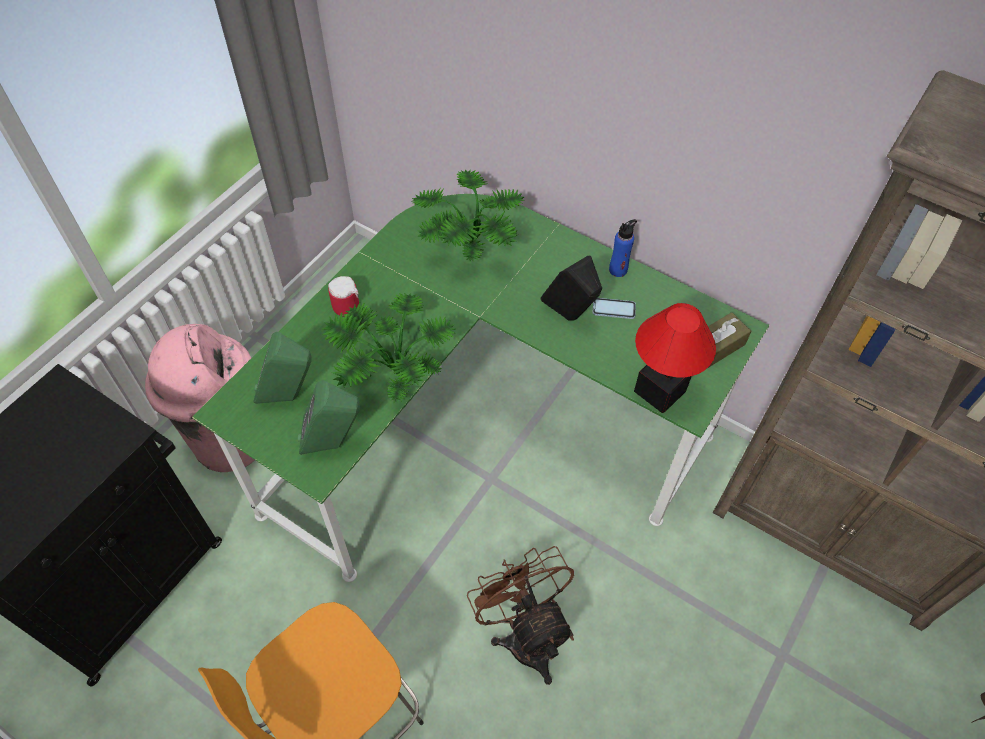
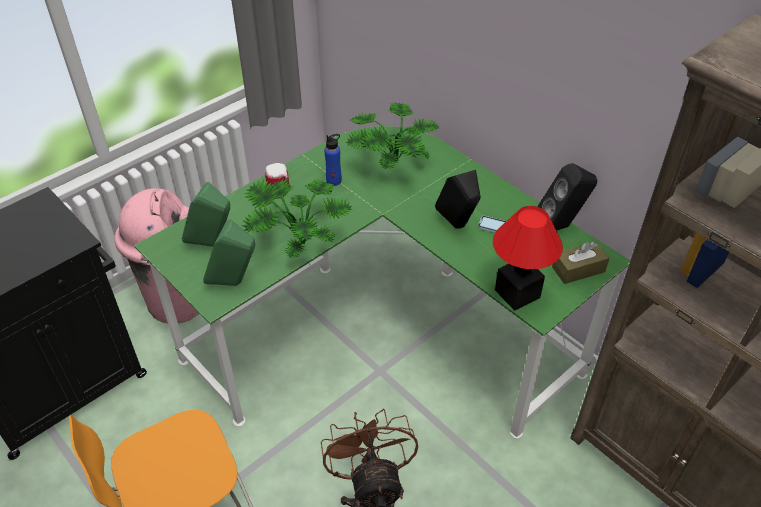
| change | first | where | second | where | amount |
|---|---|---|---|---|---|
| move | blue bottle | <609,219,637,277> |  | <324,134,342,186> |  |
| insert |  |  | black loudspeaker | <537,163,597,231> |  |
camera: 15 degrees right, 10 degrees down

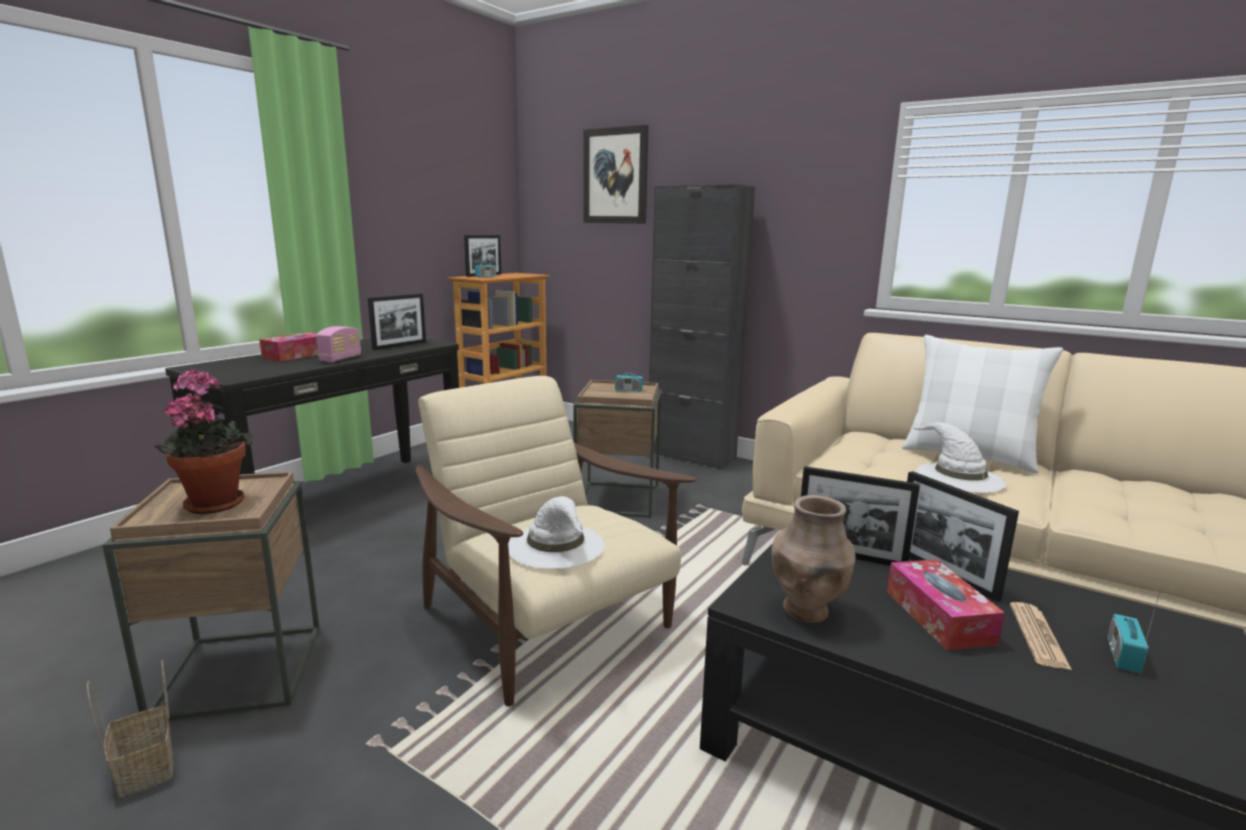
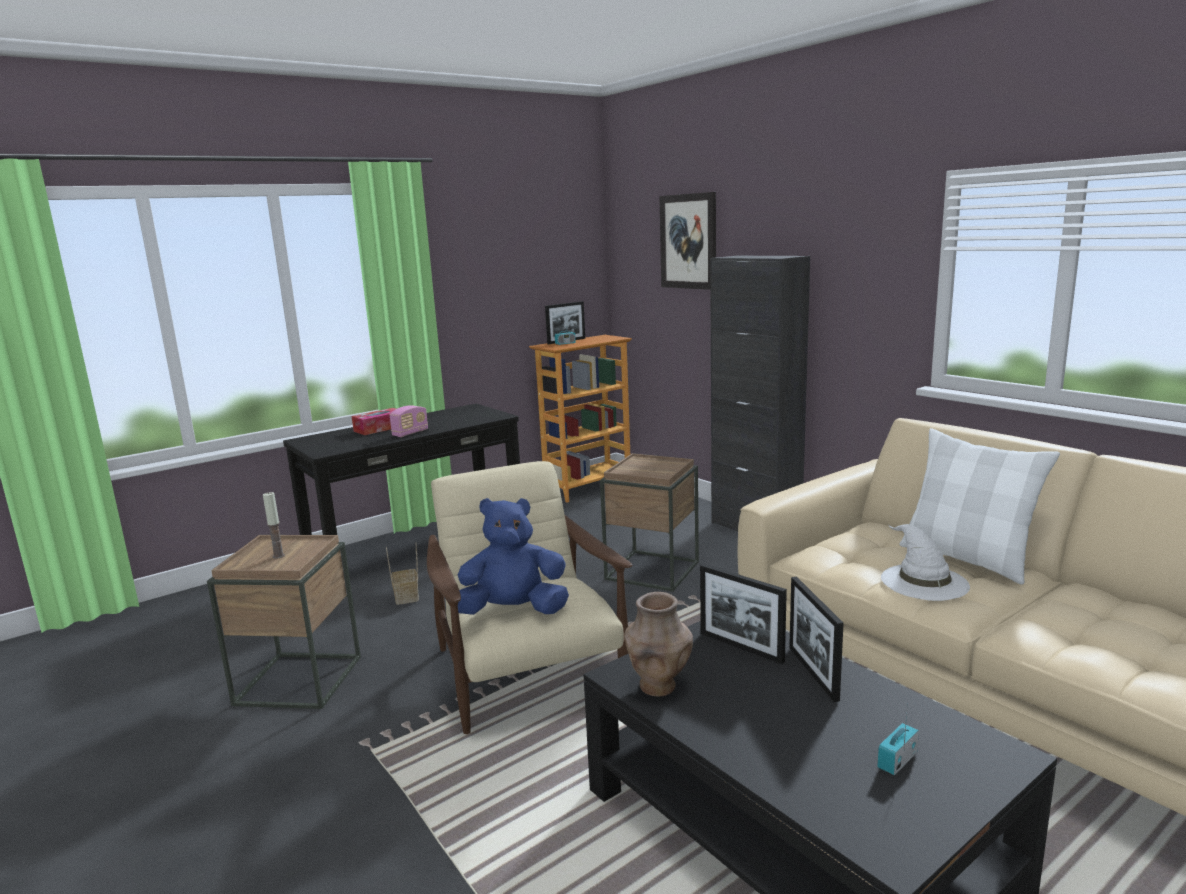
| change | first | where | second | where | amount |
|---|---|---|---|---|---|
| delete | photo frame | <368,294,426,350> |  |  |  |
| delete | radio | <615,351,643,392> |  |  |  |
| replace | plant in a pot | <155,369,253,514> | candle | <263,492,285,559> |  |
| replace | white clothing hat | <508,496,604,569> | blue soft toy | <458,498,569,615> |  |
| delete | tissue holder | <887,559,1005,650> |  |  |  |
| delete | newspaper | <1010,602,1072,670> |  |  |  |
| move | household basket | <87,659,173,797> |  | <386,544,419,605> |  |
camera: 20 degrees right, 0 degrees up

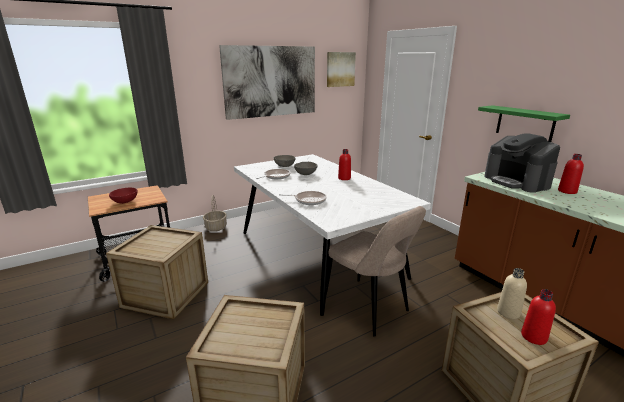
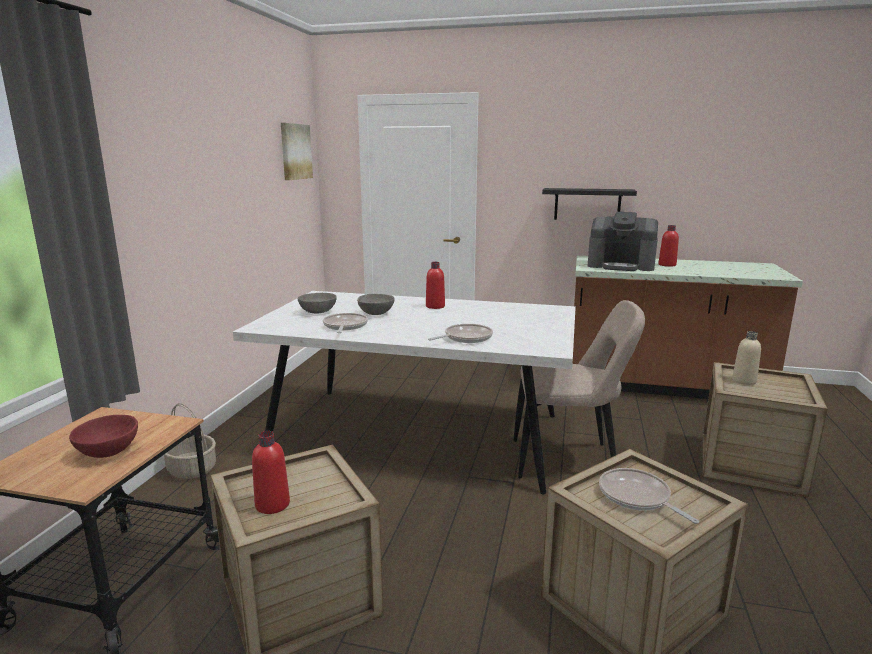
| change | first | where | second | where | amount |
|---|---|---|---|---|---|
| delete | picture | <219,45,315,120> |  |  |  |
| recolor | green-coloured shelf | <478,105,570,142> | black shelf | <542,188,637,220> |  |
| move | red bottle | <521,289,556,345> |  | <252,431,290,514> |  |
| insert |  |  | pan | <599,468,699,524> |  |
camera: 45 degrees left, 5 degrees down

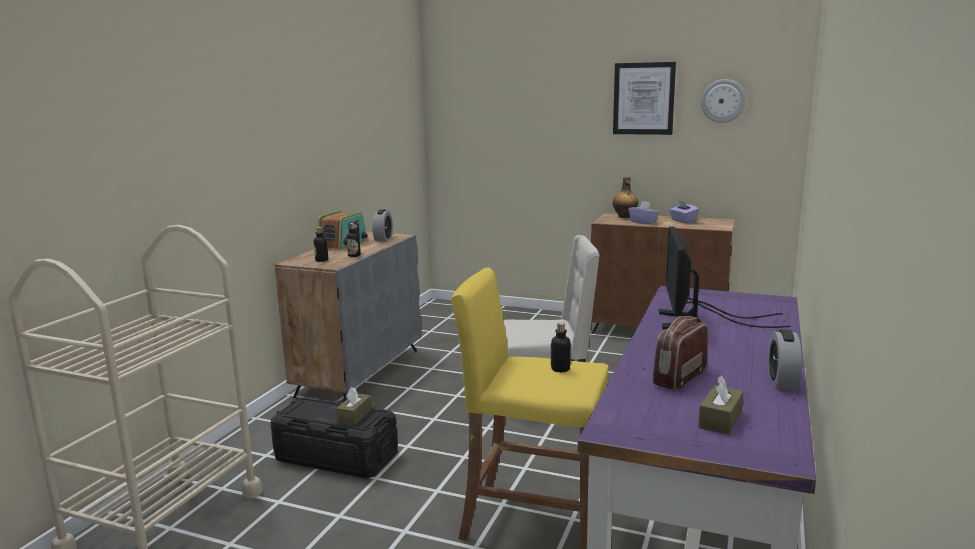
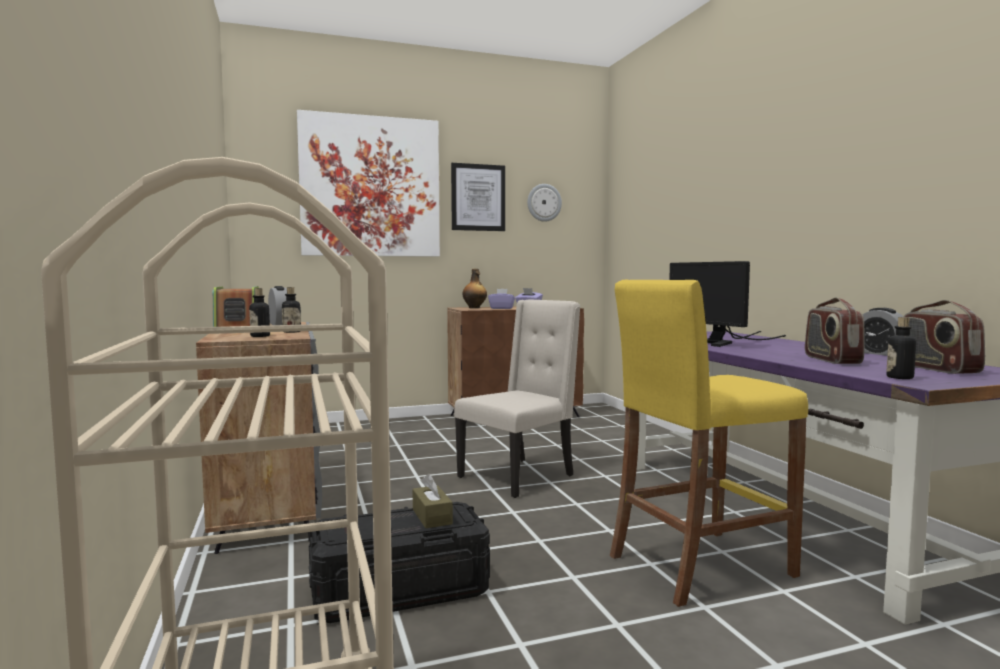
| change | first | where | second | where | amount |
|---|---|---|---|---|---|
| move | bottle | <551,322,571,372> |  | <886,317,916,379> |  |
| replace | brown-coloured tissue holder | <698,375,744,435> | radio | <904,300,985,374> |  |
| insert |  |  | picture | <297,110,440,257> |  |
camera: 40 degrees left, 10 degrees down

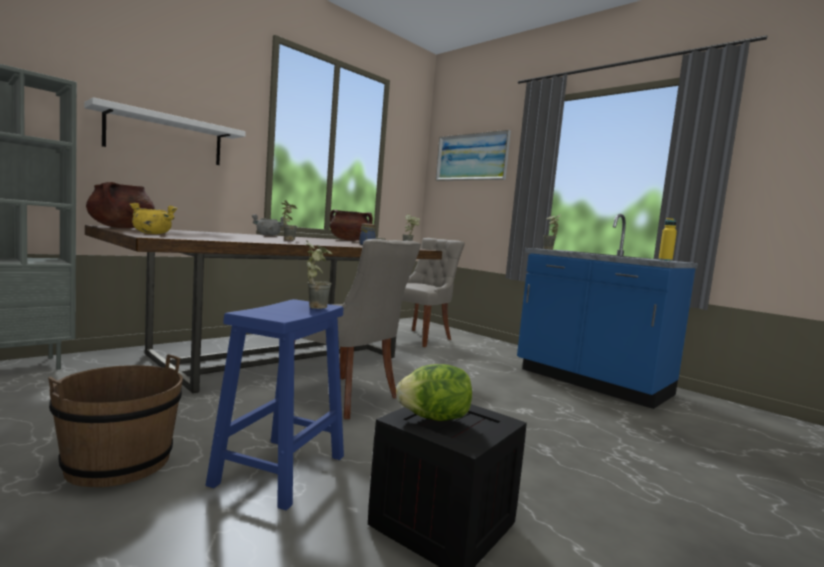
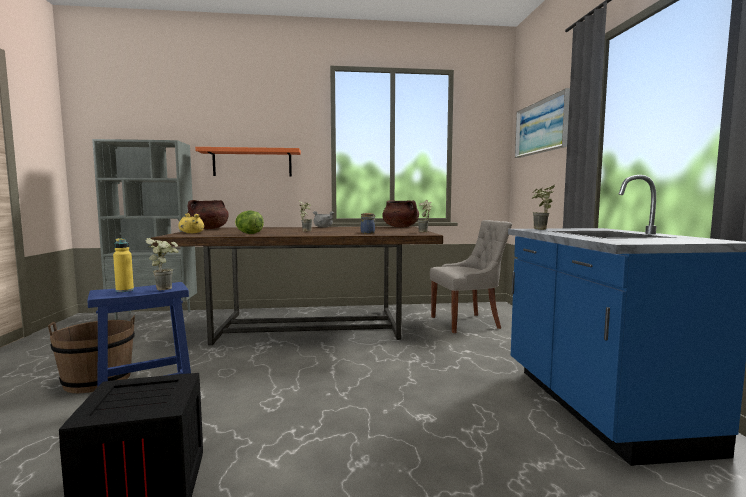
| change | first | where | second | where | amount |
|---|---|---|---|---|---|
| recolor | white shelf | <84,97,246,165> | orangey shelf | <195,147,301,176> |  |
| move | yellow bottle | <658,218,677,261> |  | <113,238,134,292> |  |
| delete | gray plain chair | <294,239,421,419> |  |  |  |
| move | head of lettuce | <396,364,472,421> |  | <235,210,264,234> |  |
camera: 40 degrees right, 0 degrees up

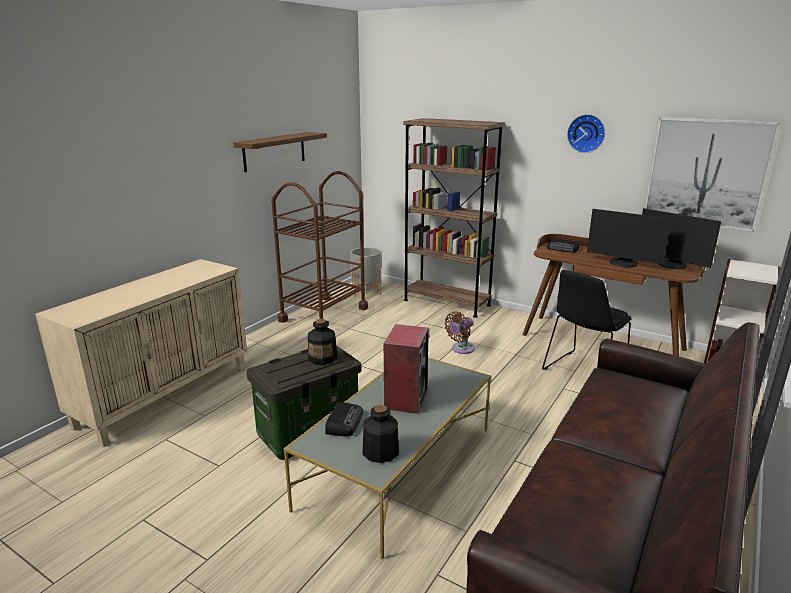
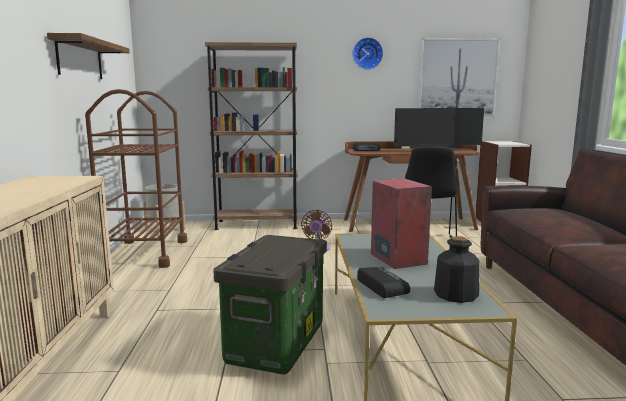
| change | first | where | second | where | amount |
|---|---|---|---|---|---|
| delete | bottle | <308,319,338,365> |  |  |  |
camera: 35 degrees left, 10 degrees down

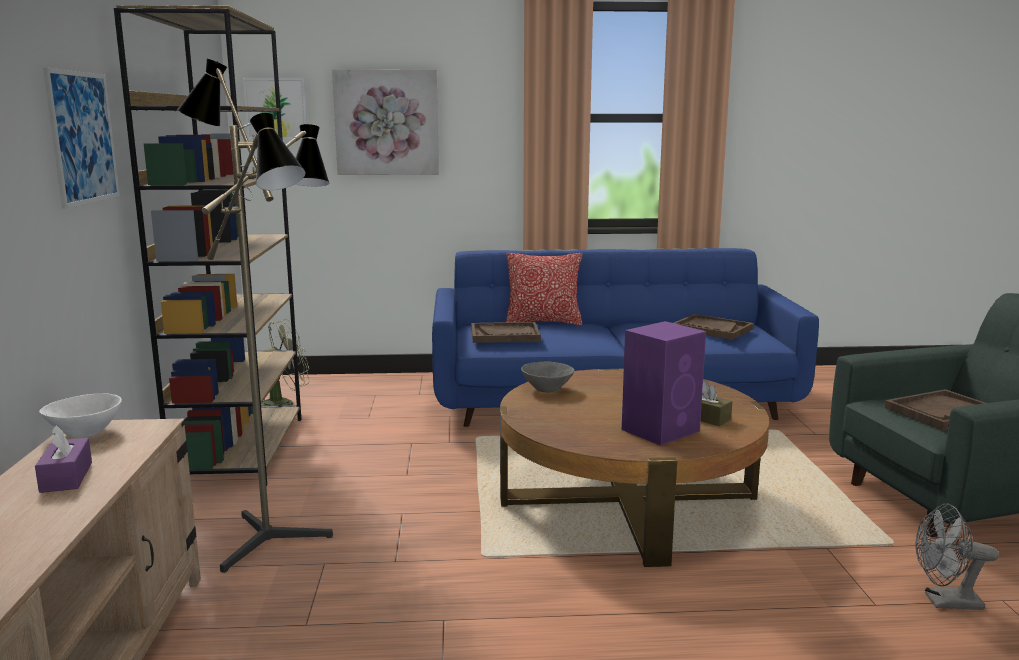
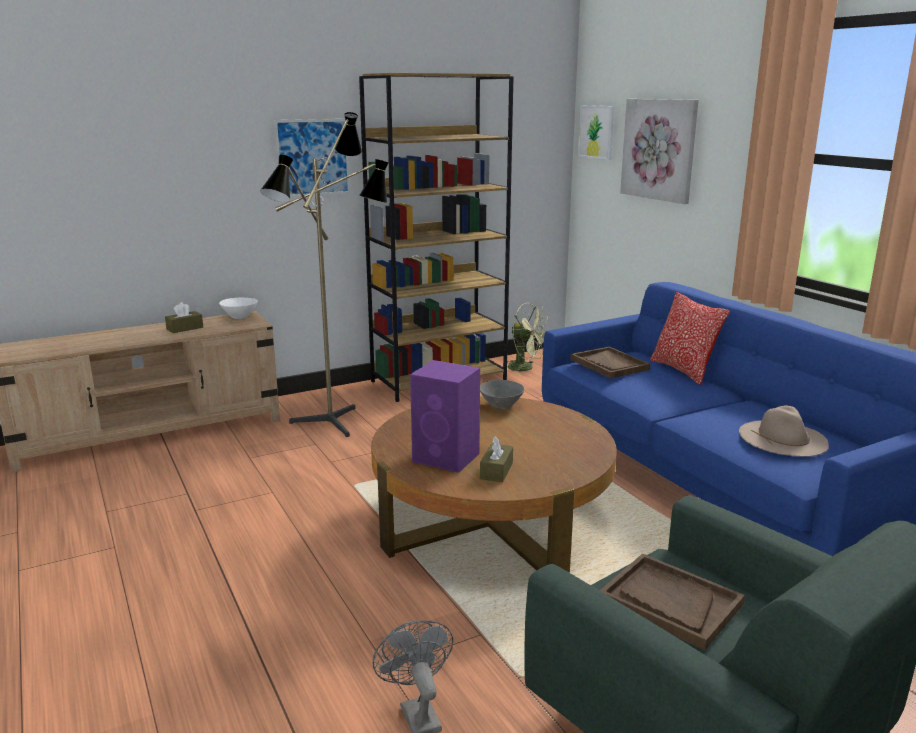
| change | first | where | second | where | amount |
|---|---|---|---|---|---|
| replace | brown-coloured serving tray | <674,314,754,340> | sand-coloured clothing hat | <739,406,829,457> |  |
| recolor | purple tissue holder | <35,425,92,493> | brown-coloured tissue holder | <165,302,203,333> |  |
camera: 65 degrees right, 5 degrees up

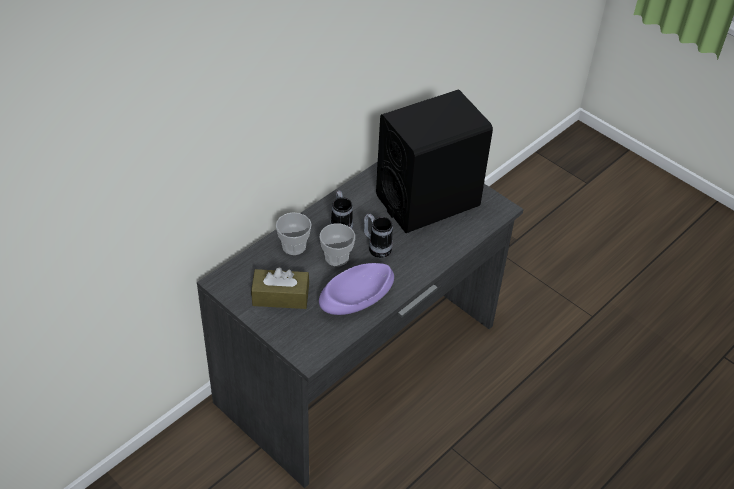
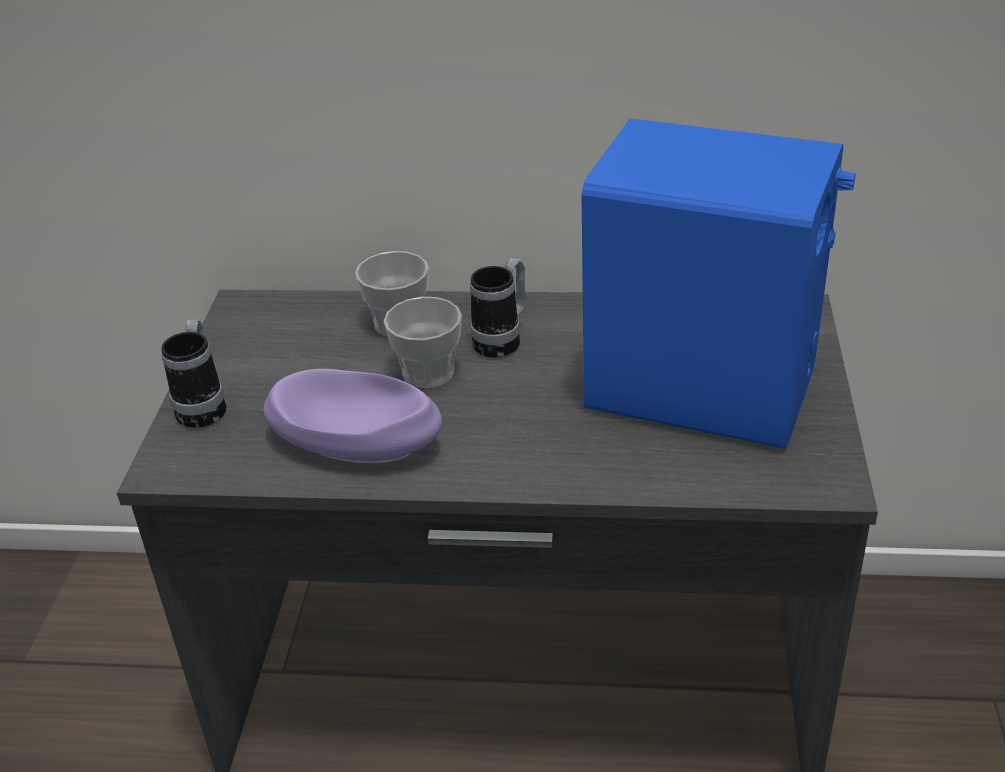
| change | first | where | second | where | amount |
|---|---|---|---|---|---|
| recolor | black loudspeaker | <376,89,493,233> | blue loudspeaker | <582,118,856,449> |  |
| move | tea mug | <364,214,393,258> |  | <161,319,226,428> |  |
| delete | brown-coloured tissue holder | <251,267,309,309> |  |  |  |
camera: 55 degrees right, 10 degrees down

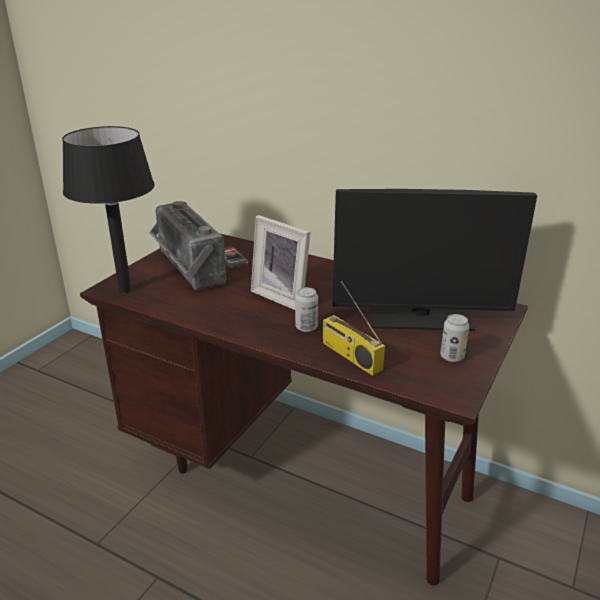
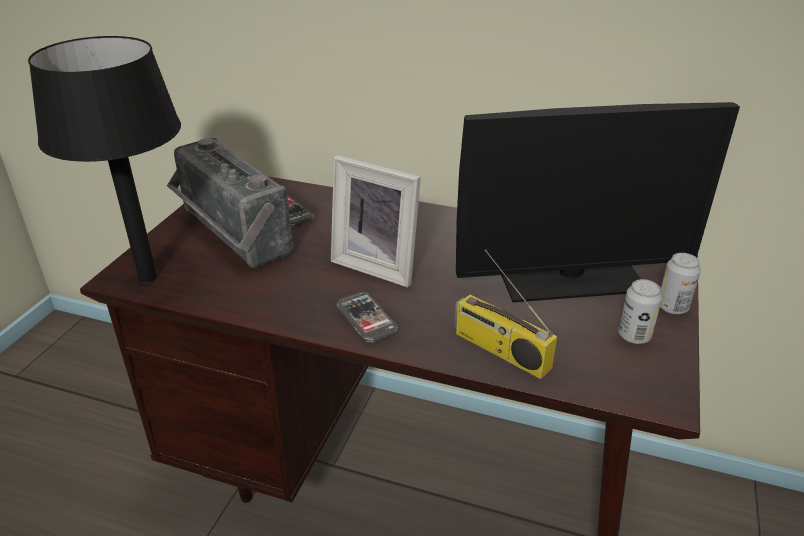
| change | first | where | second | where | amount |
|---|---|---|---|---|---|
| move | can | <295,287,318,332> |  | <660,253,701,314> |  |
| insert |  |  | handset | <337,292,398,342> |  |
camera: 10 degrees left, 5 degrees up

